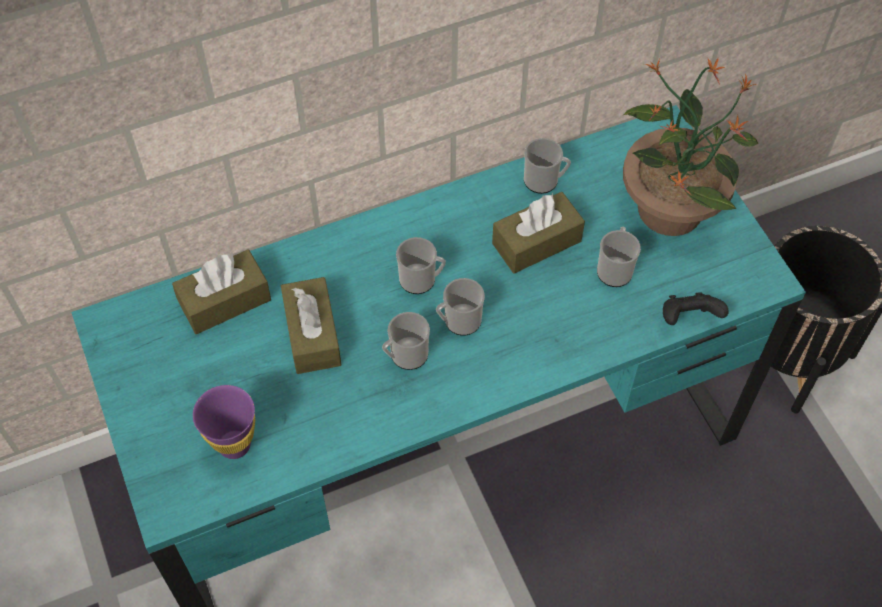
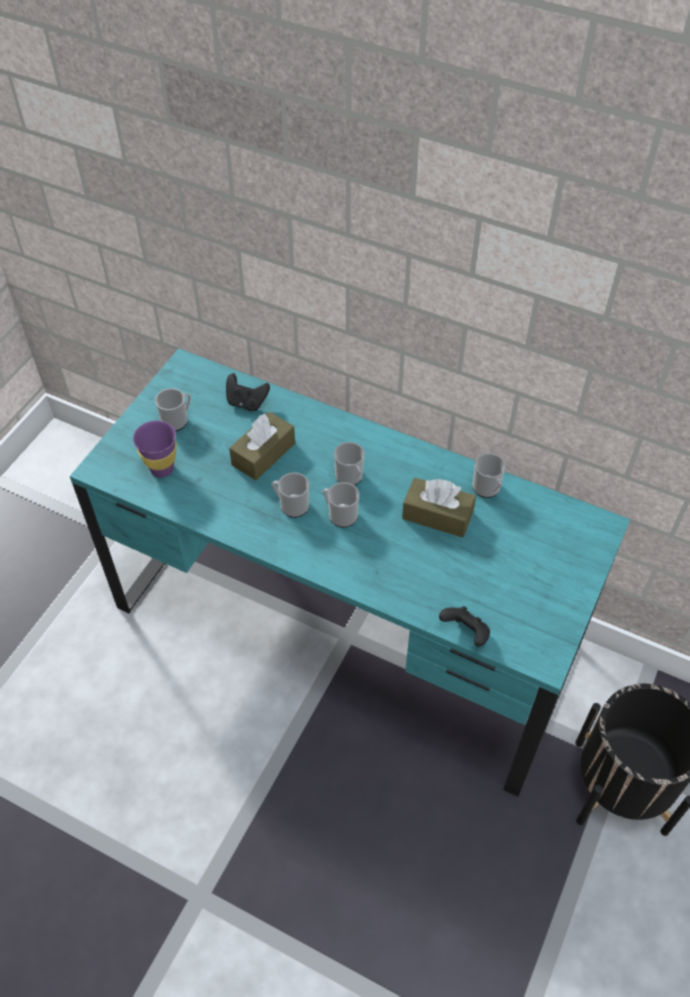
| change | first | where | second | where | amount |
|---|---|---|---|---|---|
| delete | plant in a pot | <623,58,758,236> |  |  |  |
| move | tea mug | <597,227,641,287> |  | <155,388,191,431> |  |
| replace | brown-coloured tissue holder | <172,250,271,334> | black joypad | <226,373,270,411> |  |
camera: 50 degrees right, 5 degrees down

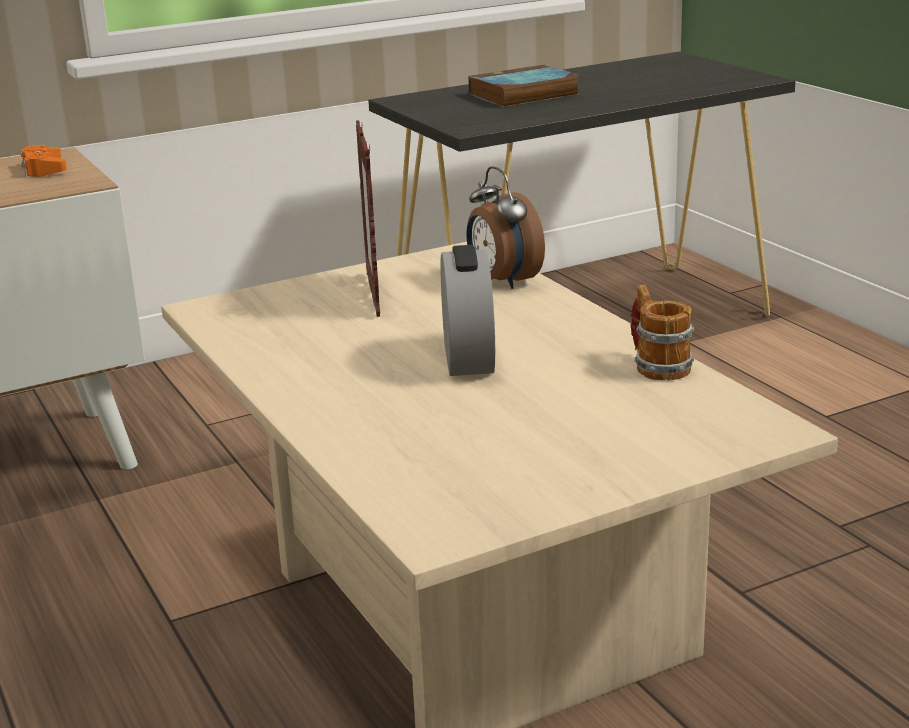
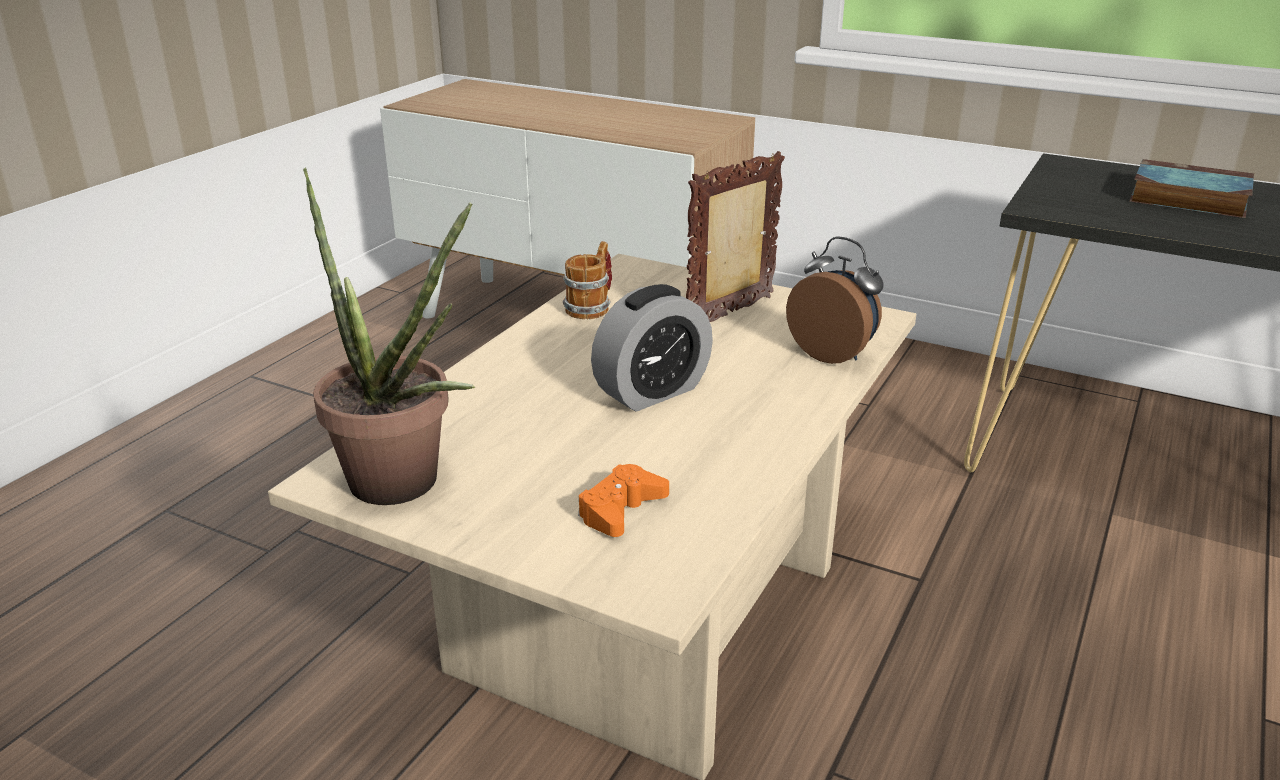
| change | first | where | second | where | amount |
|---|---|---|---|---|---|
| move | orangey joypad | <20,145,67,177> |  | <578,464,669,537> |  |
| rotate | table clock | <466,166,545,289> |  | <786,236,884,364> | 105 degrees clockwise |
| move | tea mug | <630,285,694,380> |  | <563,241,612,319> |  |
| insert |  |  | plant in a pot | <303,167,475,505> |  |
camera: 55 degrees right, 5 degrees up

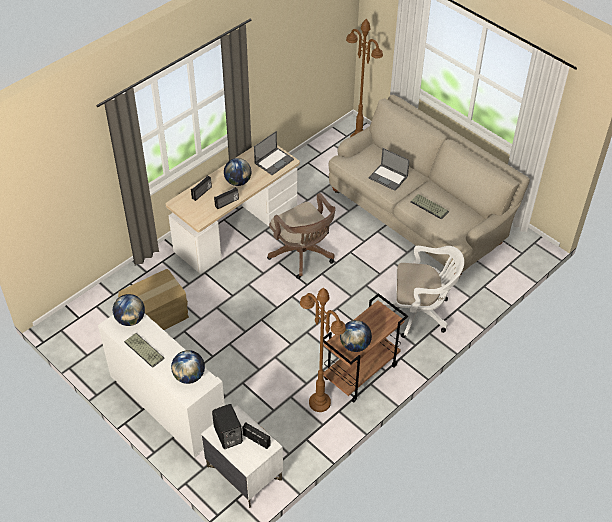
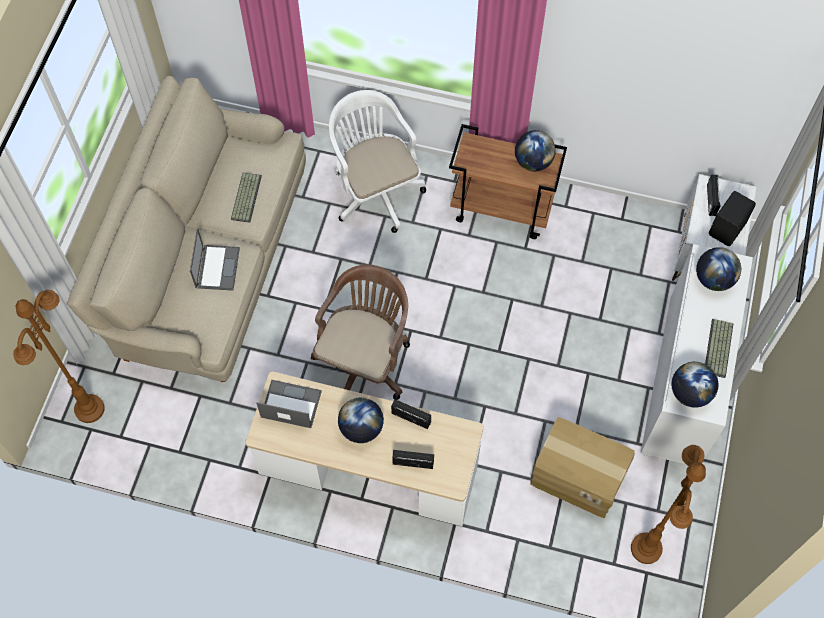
| change | first | where | second | where | amount |
|---|---|---|---|---|---|
| move | brown-coloured standing lamp | <300,288,346,412> |  | <631,445,706,564> |  |
camera: 120 degrees left, 15 degrees up

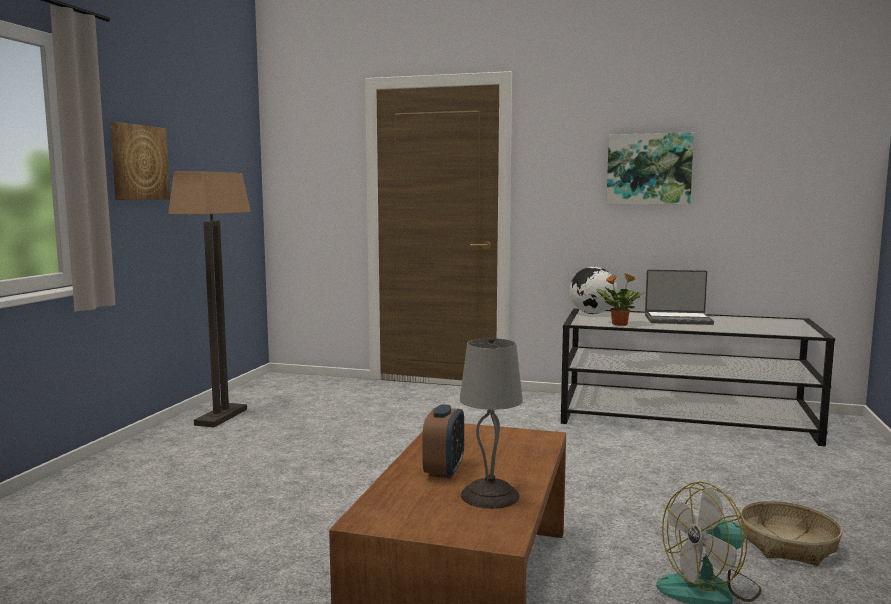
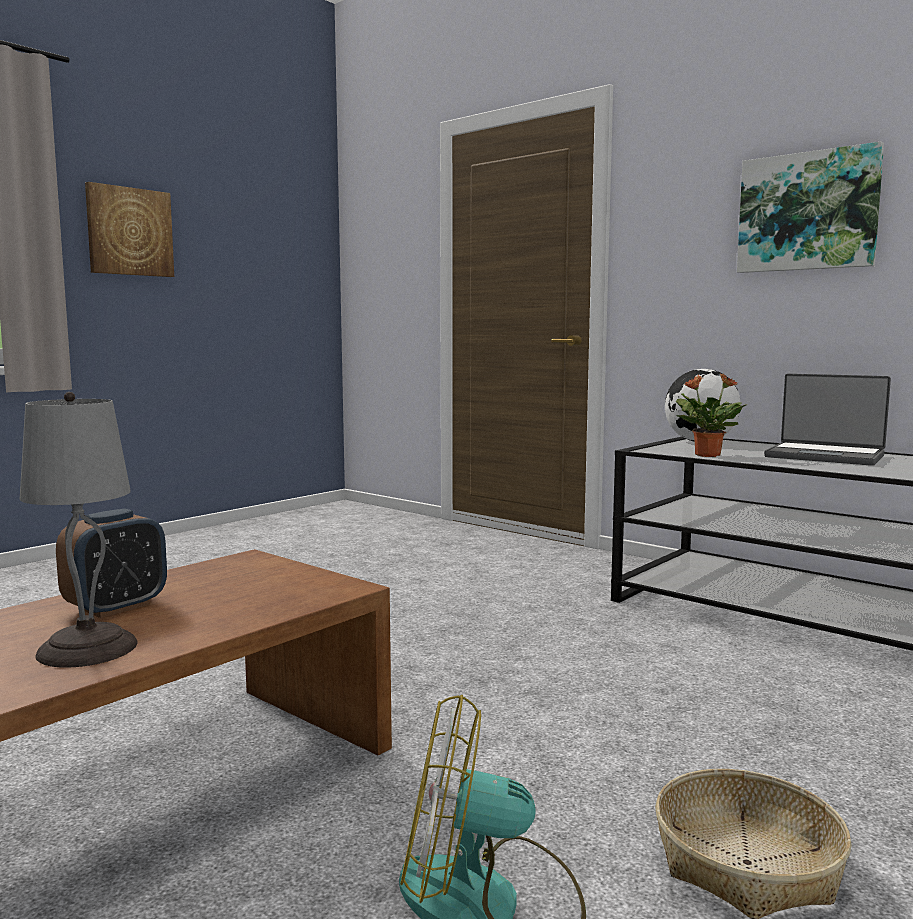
| change | first | where | second | where | amount |
|---|---|---|---|---|---|
| delete | standing lamp | <168,171,251,427> |  |  |  |
camera: 25 degrees right, 0 degrees up

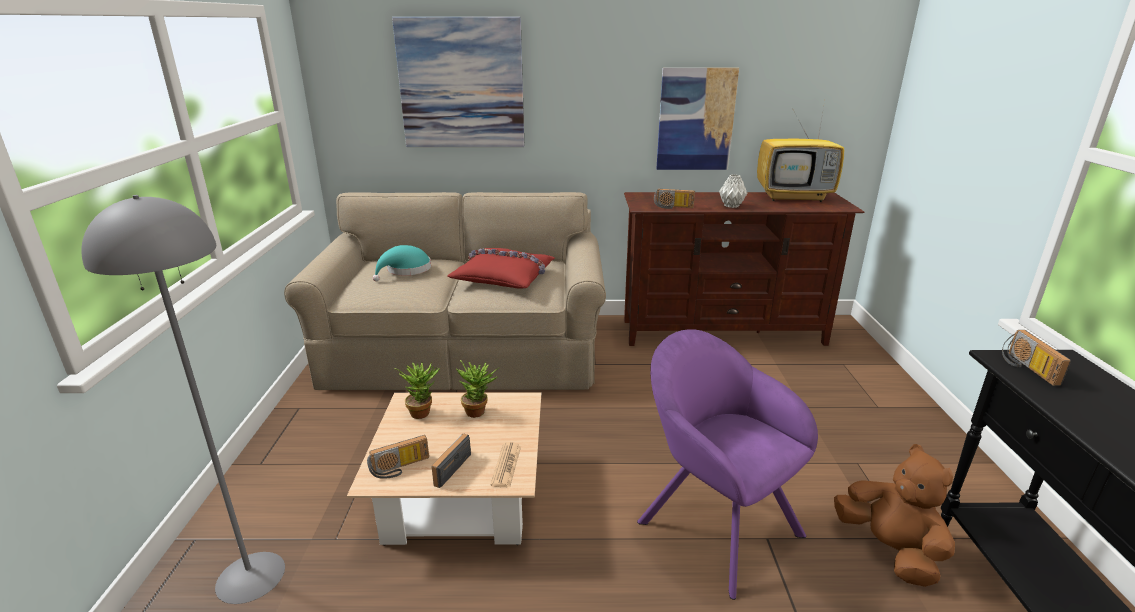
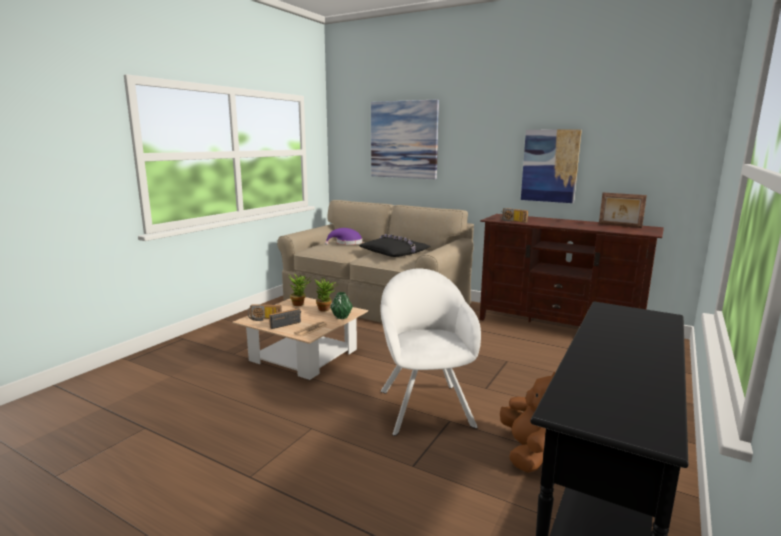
| change | first | where | second | where | amount |
|---|---|---|---|---|---|
| replace | television | <757,101,844,202> | photo frame | <599,192,647,228> |  |
| delete | gray vase | <719,174,747,208> |  |  |  |
| delete | gray standing lamp | <81,195,285,604> |  |  |  |
| recolor | turquoise clothing hat | <373,245,431,281> | purple clothing hat | <325,228,362,245> |  |
| recolor | red cushion | <447,248,555,289> | black cushion | <359,234,431,257> |  |
| recolor | purple armchair | <637,329,818,600> | white armchair | <381,269,481,436> |  |
| delete | radio | <1002,330,1071,386> |  |  |  |
| insert |  |  | green-coloured vase | <330,292,353,319> |  |
camera: 30 degrees right, 10 degrees down

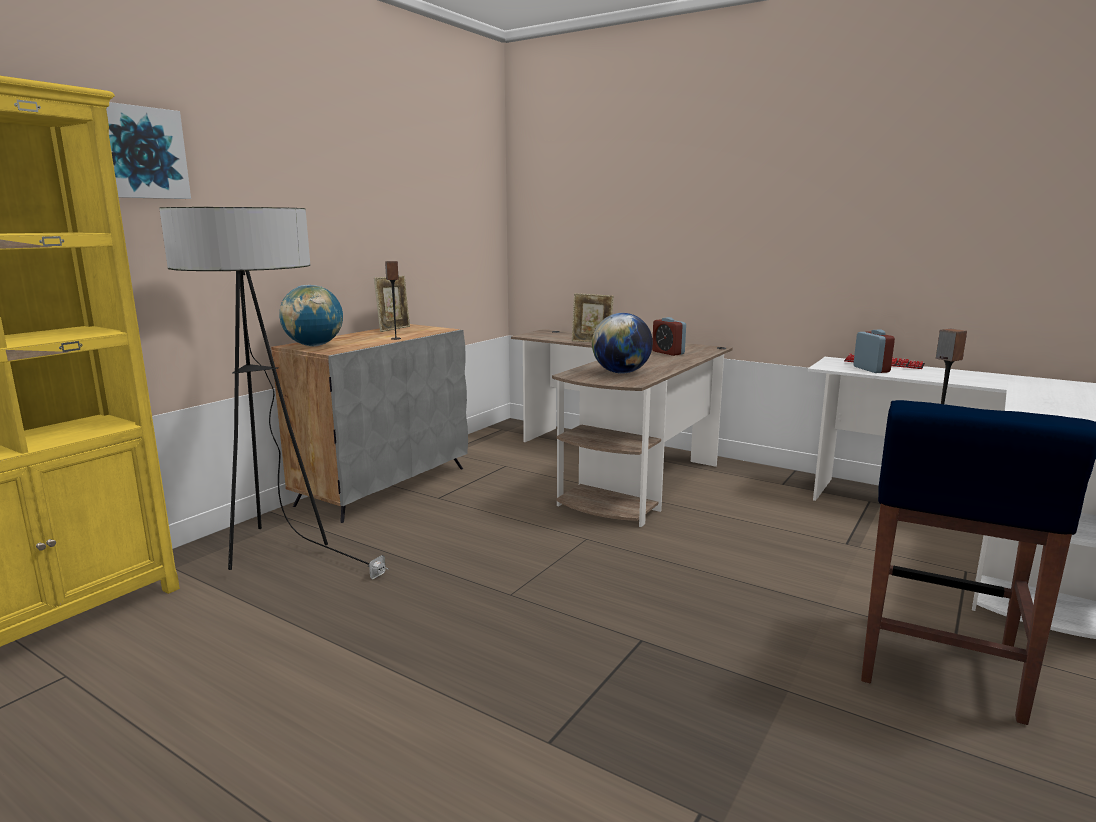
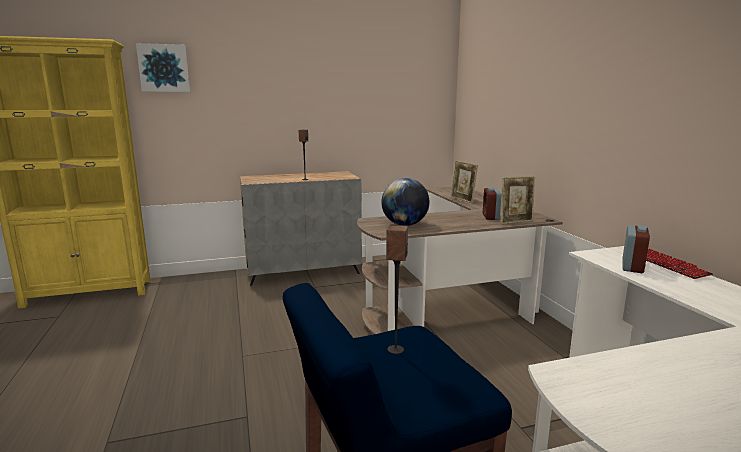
| change | first | where | second | where | amount |
|---|---|---|---|---|---|
| delete | standing lamp | <159,207,388,579> |  |  |  |
| move | photo frame | <374,276,410,332> |  | <501,176,535,224> |  |
| delete | desk globe | <279,285,343,347> |  |  |  |
camera: 40 degrees right, 0 degrees up

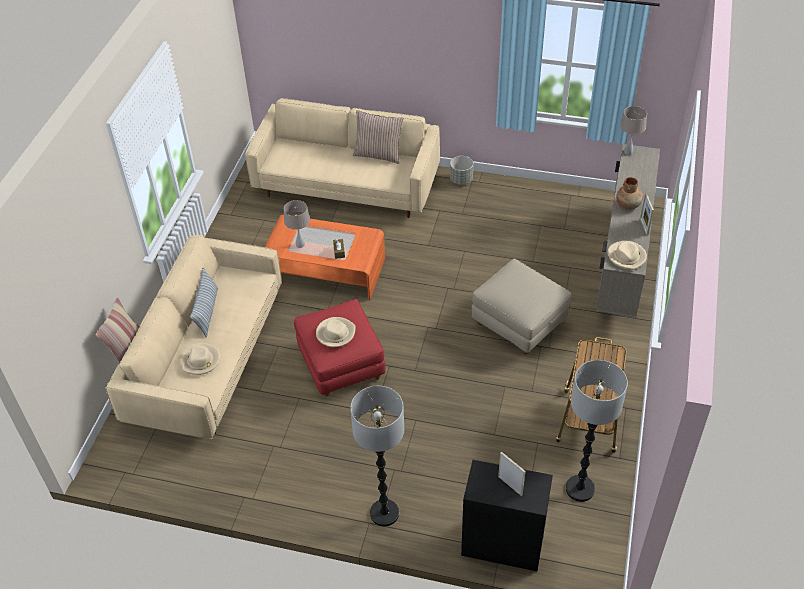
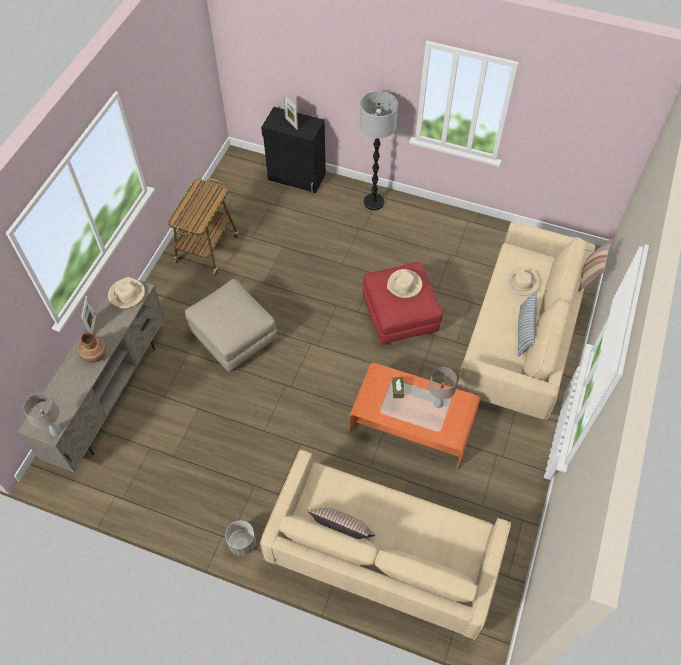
| change | first | where | second | where | amount |
|---|---|---|---|---|---|
| delete | standing lamp | <566,360,628,502> |  |  |  |
camera: 175 degrees left, 10 degrees up

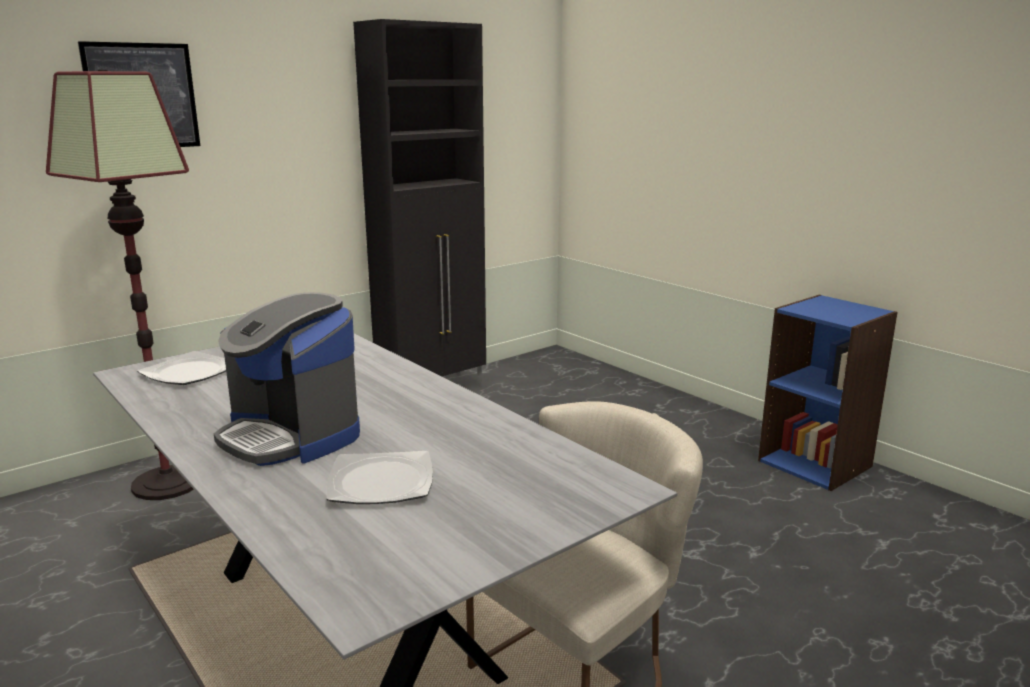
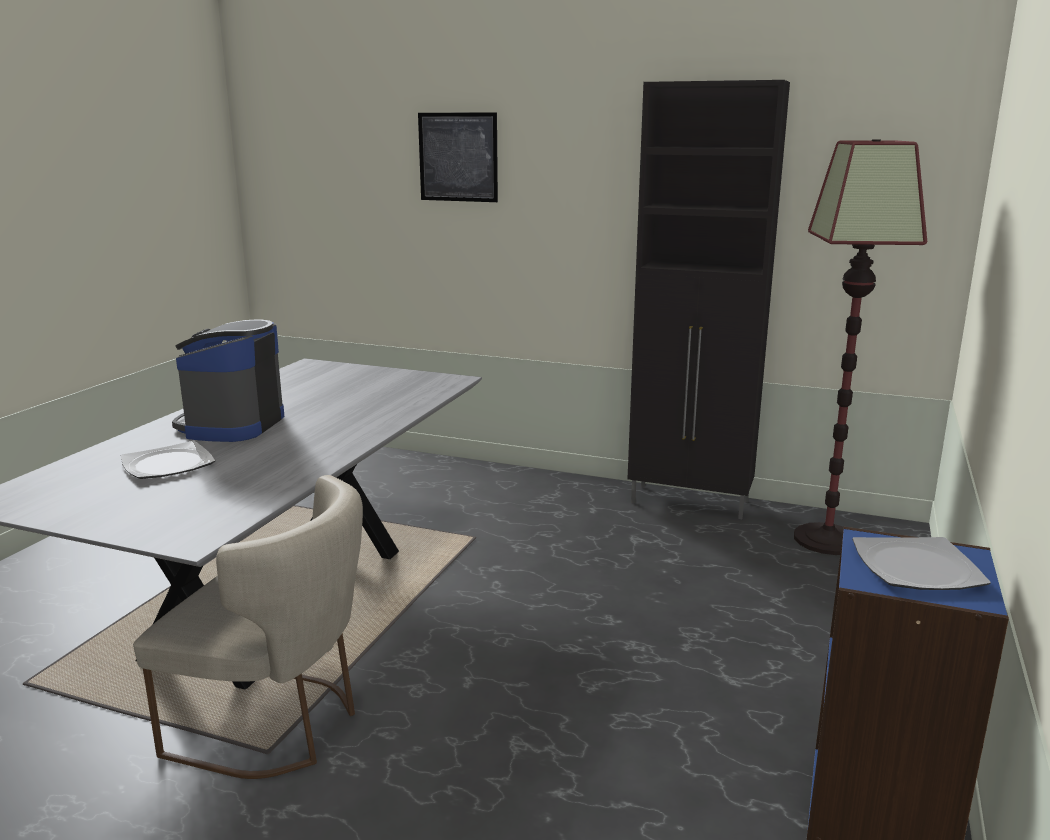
| change | first | where | second | where | amount |
|---|---|---|---|---|---|
| move | standing lamp | <46,70,194,500> |  | <794,139,927,555> |  |
| move | dinner plate | <137,351,226,385> |  | <852,537,991,590> |  |
camera: 60 degrees right, 0 degrees up

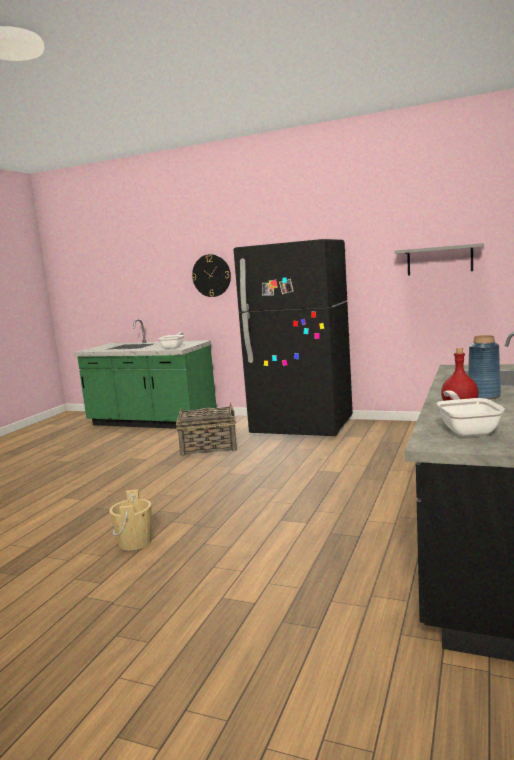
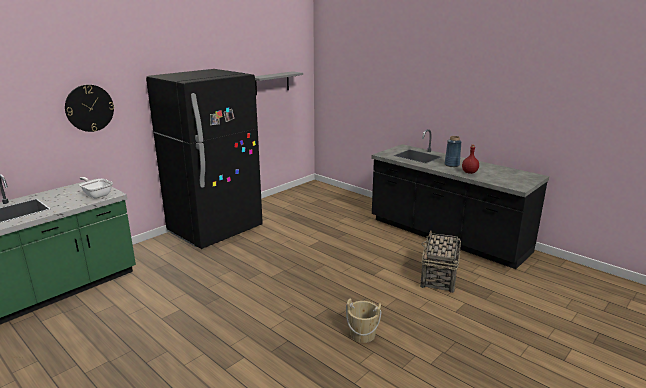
| change | first | where | second | where | amount |
|---|---|---|---|---|---|
| delete | pan | <437,390,505,437> |  |  |  |
| move | household basket | <176,403,237,456> |  | <420,231,461,293> |  |
camera: 70 degrees left, 10 degrees up

